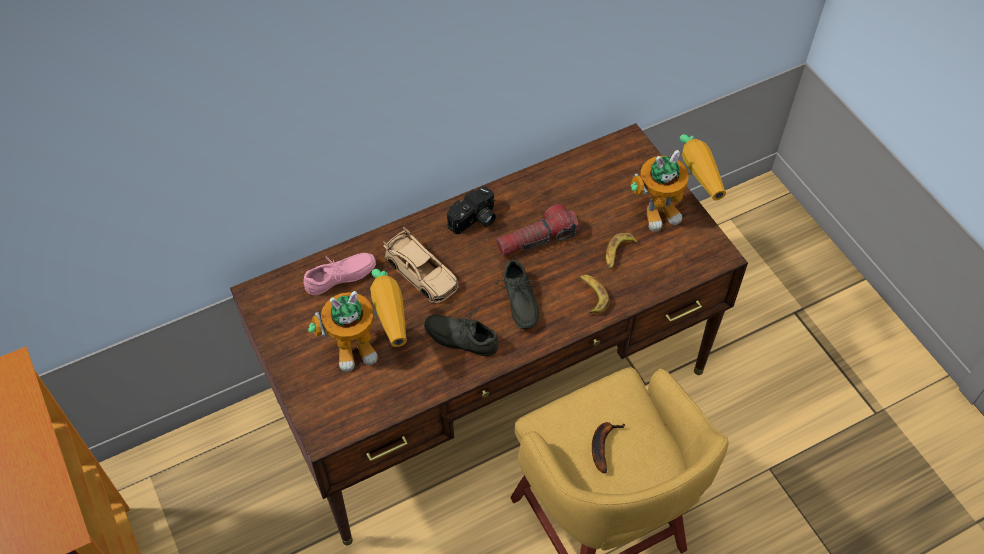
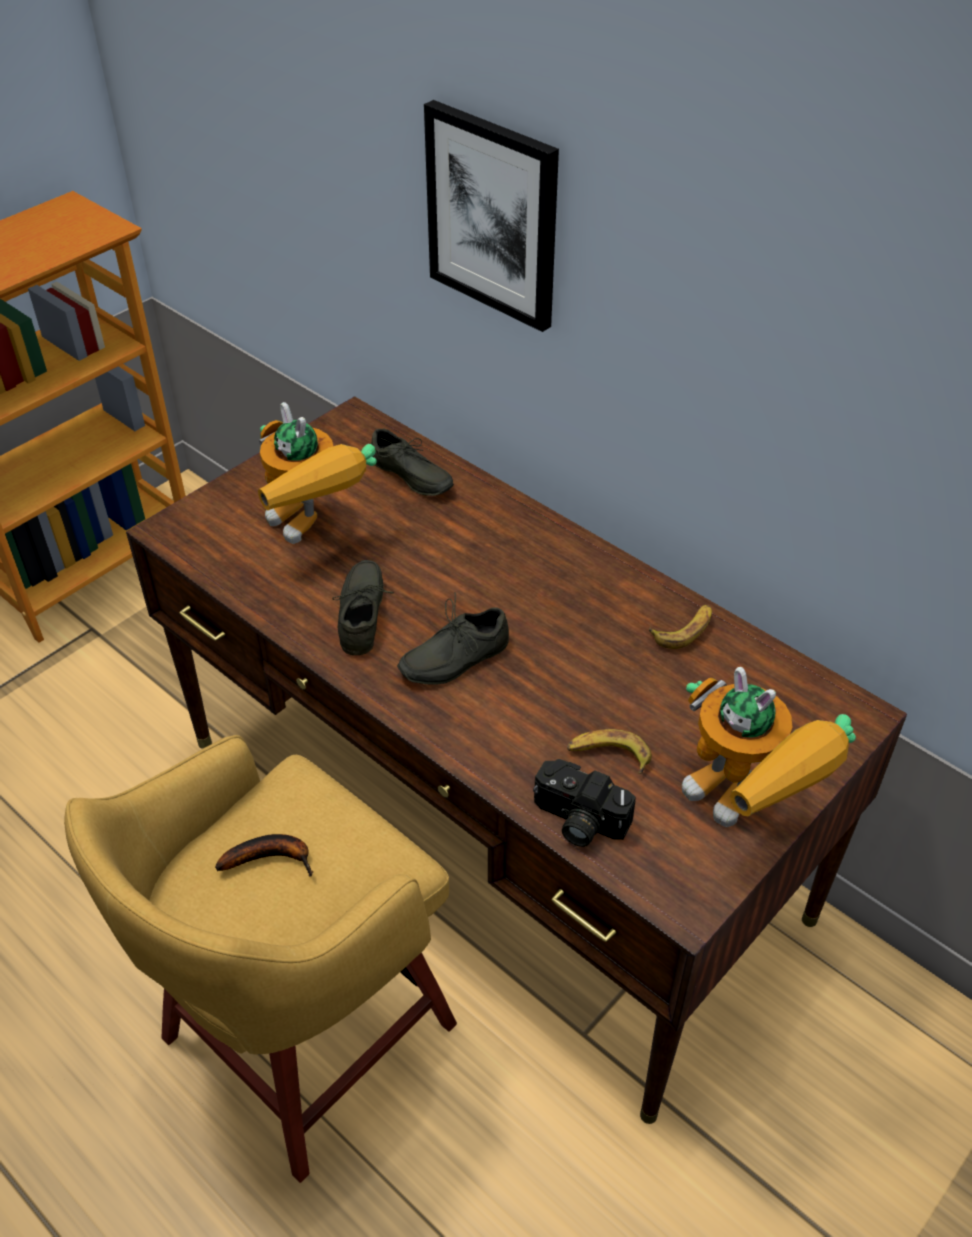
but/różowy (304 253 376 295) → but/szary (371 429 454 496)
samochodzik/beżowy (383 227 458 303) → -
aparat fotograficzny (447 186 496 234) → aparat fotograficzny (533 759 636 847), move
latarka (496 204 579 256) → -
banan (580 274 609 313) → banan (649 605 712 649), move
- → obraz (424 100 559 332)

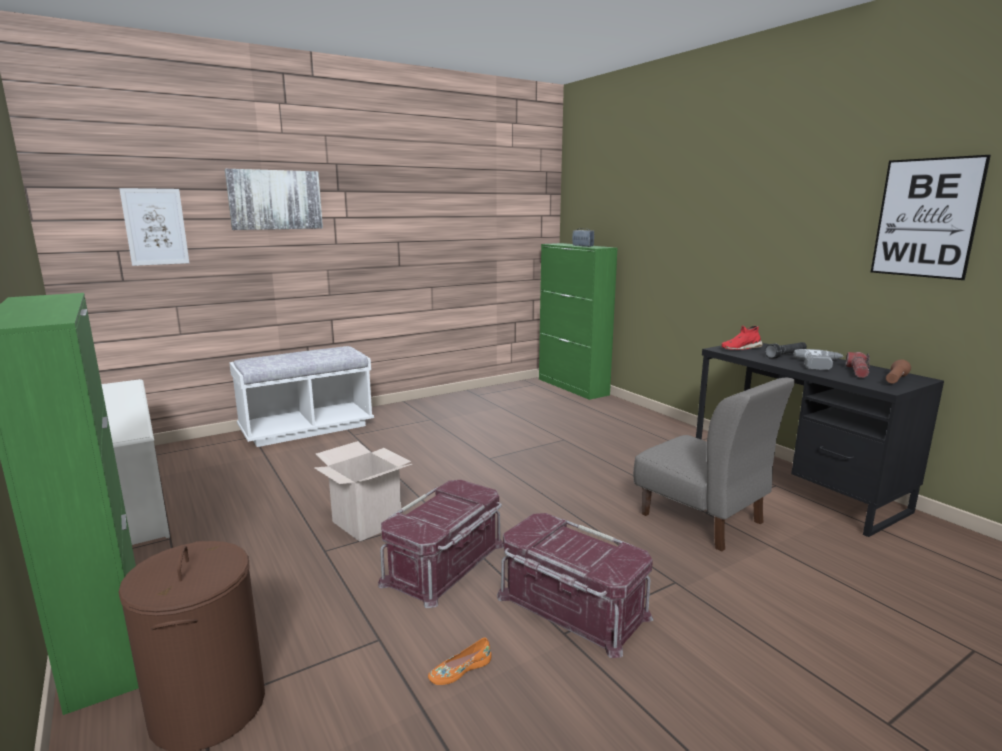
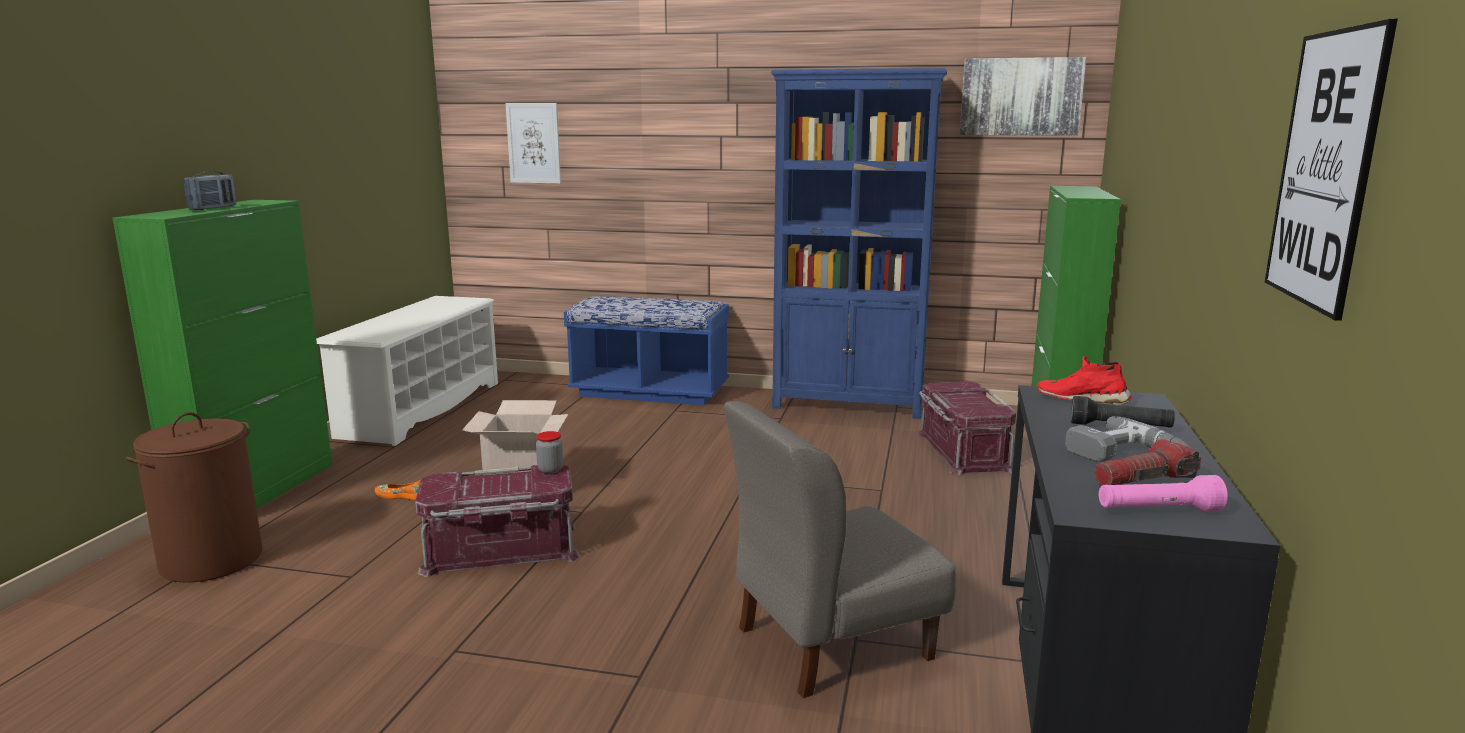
obraz (225 169 323 230) → obraz (960 57 1086 136), move
ławka/biały (229 346 374 447) → ławka/niebieski (564 296 729 405)
but/pomarańczowy (428 638 492 685) → but/pomarańczowy (375 480 420 500), move
pojemnik do przechowywania/czerwony (497 513 653 658) → pojemnik do przechowywania/czerwony (917 381 1016 475), move
radio (572 228 594 247) → radio (184 171 236 210), move
krzesło/szary (633 378 795 551) → krzesło/szary (724 401 956 698), 60 degrees clockwise
latarka/brązowy (886 359 911 384) → latarka/różowy (1099 475 1228 511)
- → słoik (536 431 563 473)
- → regał/niebieski (771 68 947 419)

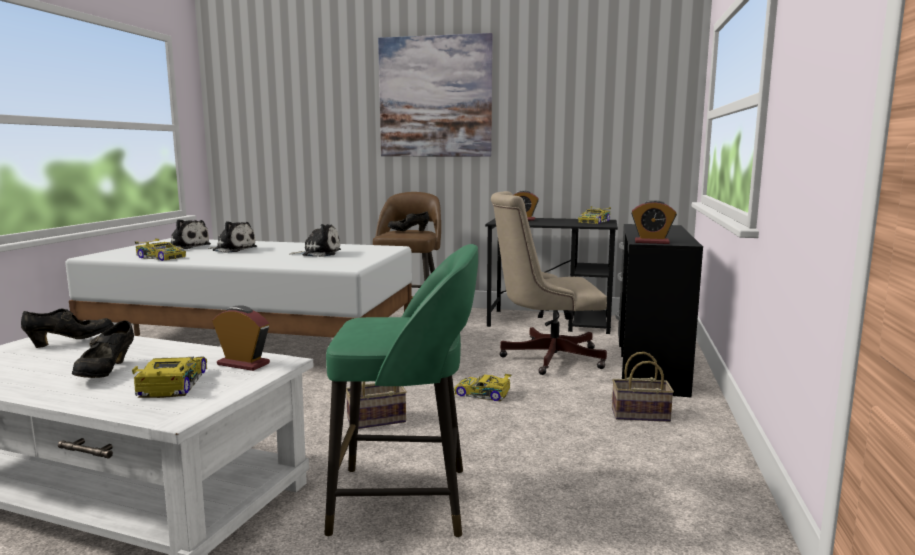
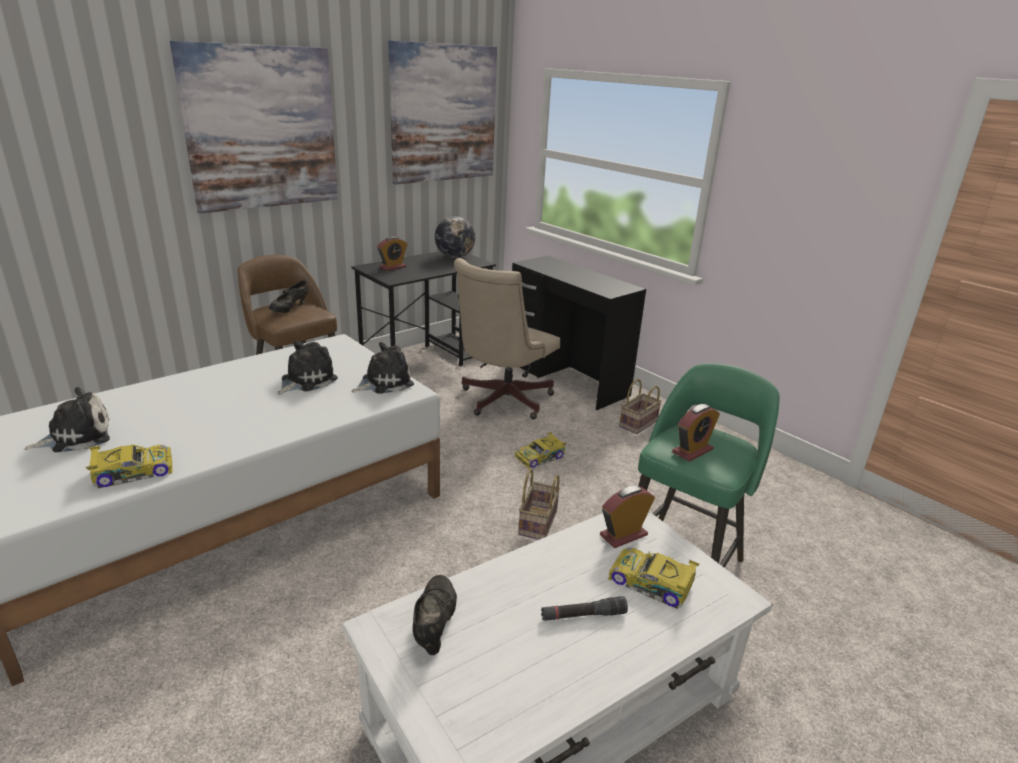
but/czarny (72 321 134 378) → latarka/czarny (541 596 628 621)
pluszak (208 221 257 253) → pluszak (351 342 414 394), move
samochodzik (578 206 611 224) → globus (435 216 475 258)
budzik (631 200 677 244) → budzik (672 404 720 462), move
- → obraz (388 40 497 185)

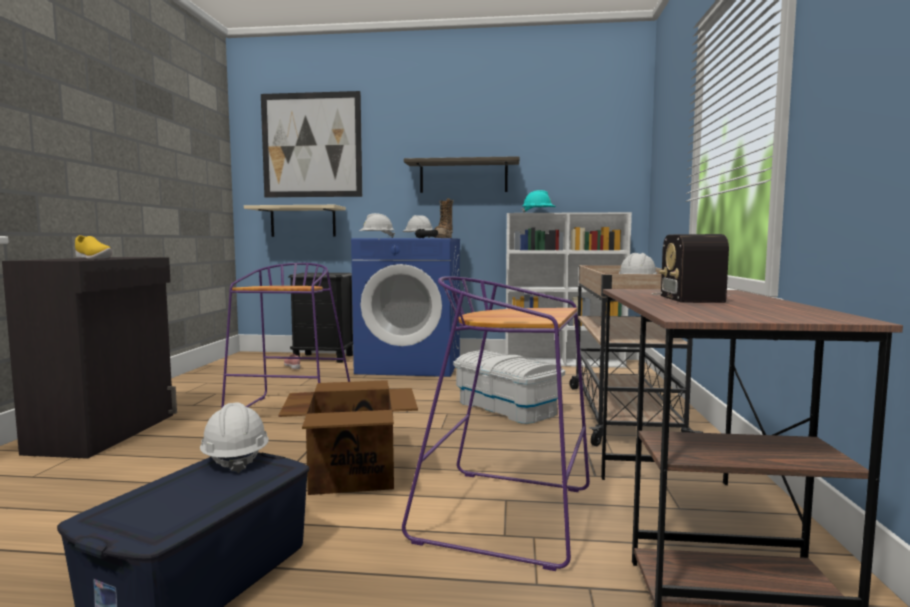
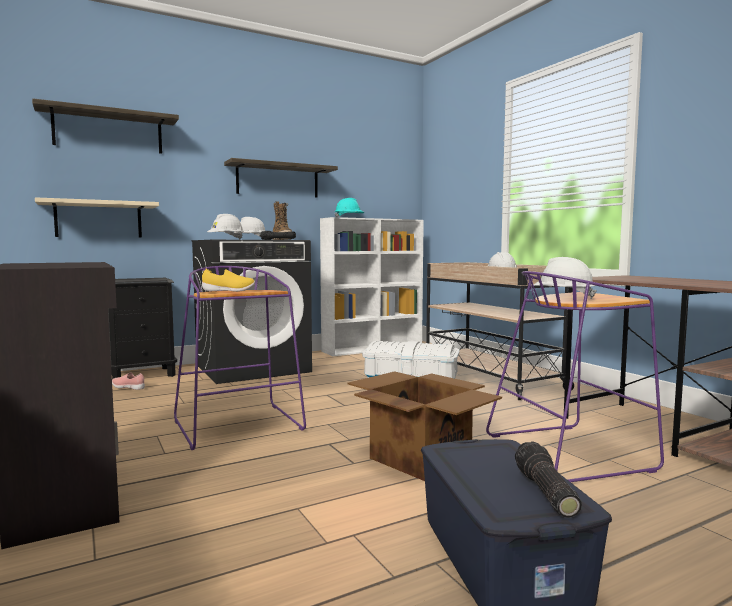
but/żółty (75 235 112 259) → but/żółty (202 269 255 292), move
kask/biały (200 402 269 473) → kask/biały (533 257 597 299), move
obraz (261 91 362 197) → półka (32 98 179 154)
pralka/niebieski (351 238 460 377) → pralka/czarny (192 240 312 384)
radio (651 234 730 303) → -
- → latarka (515 441 582 518)

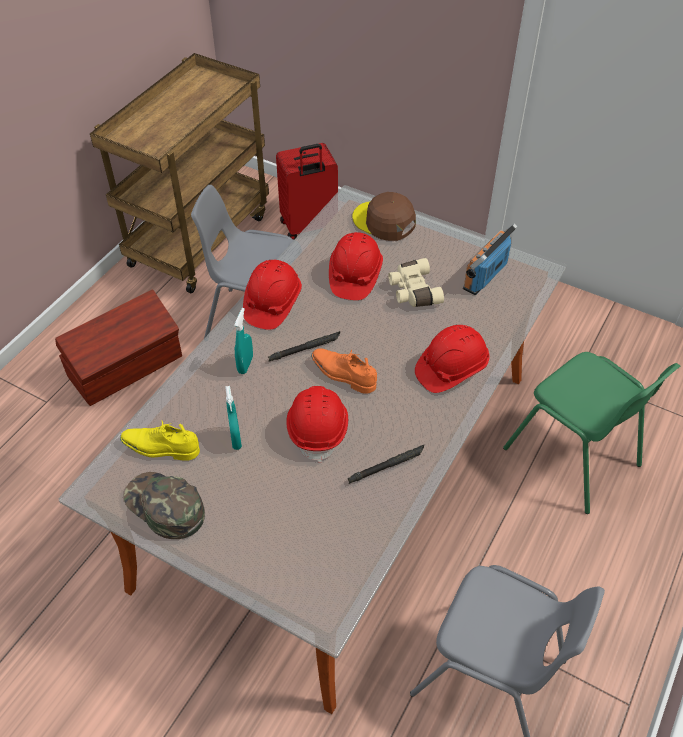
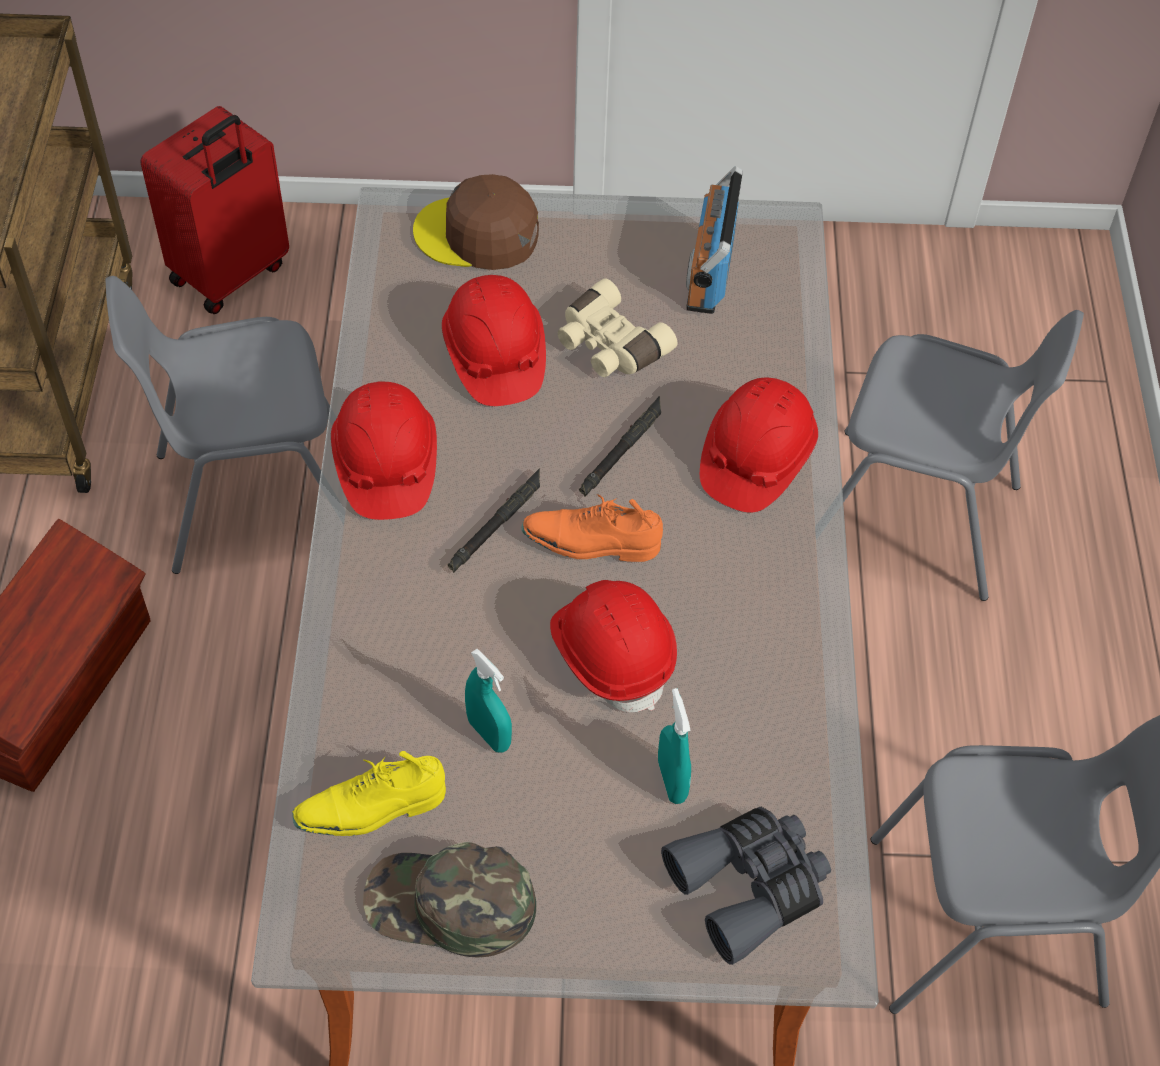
spryskiwacz/turkusowy (234 308 253 374) → spryskiwacz/turkusowy (658 688 691 804), move
latarka/czarny (348 445 424 484) → latarka/czarny (579 396 661 497), move
krzesło/zielony (503 352 680 514) → krzesło/szary (842 310 1084 601)
- → lornetka/szary (661 807 831 965)

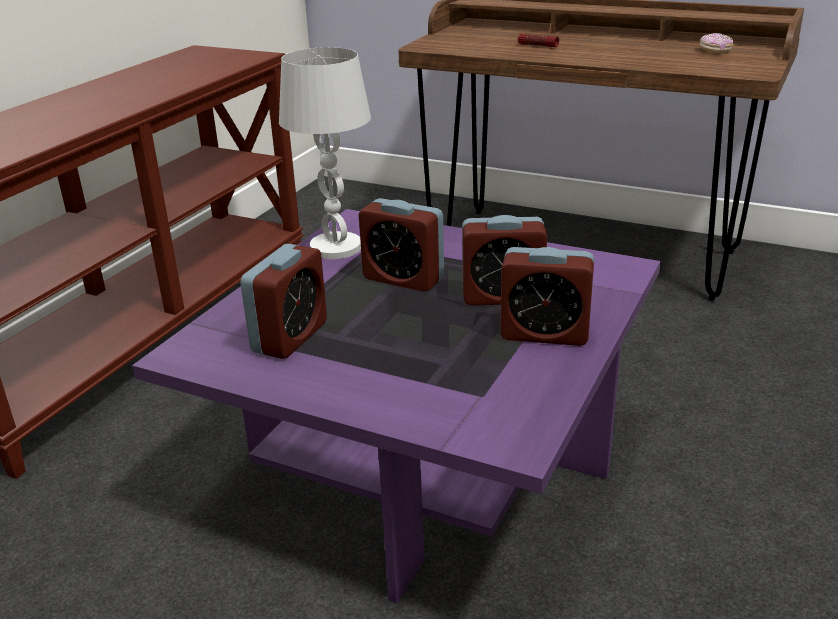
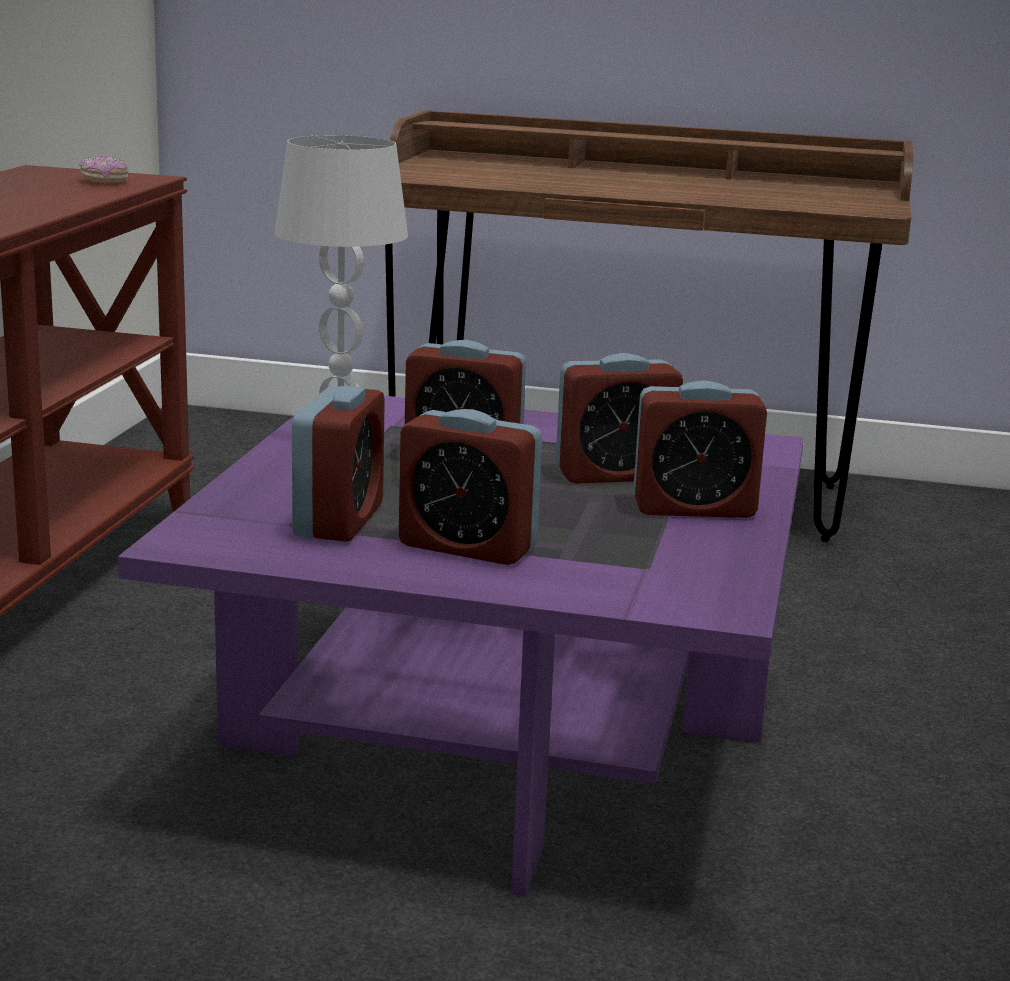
latarka (518 34 559 47) → -
donut (700 33 733 53) → donut (80 156 129 183), move
- → budzik (399 409 542 565)

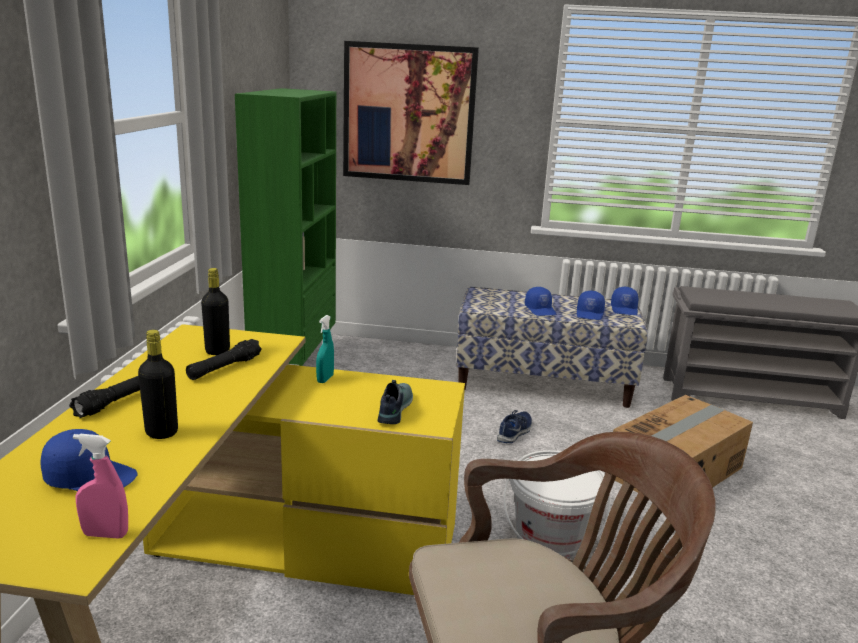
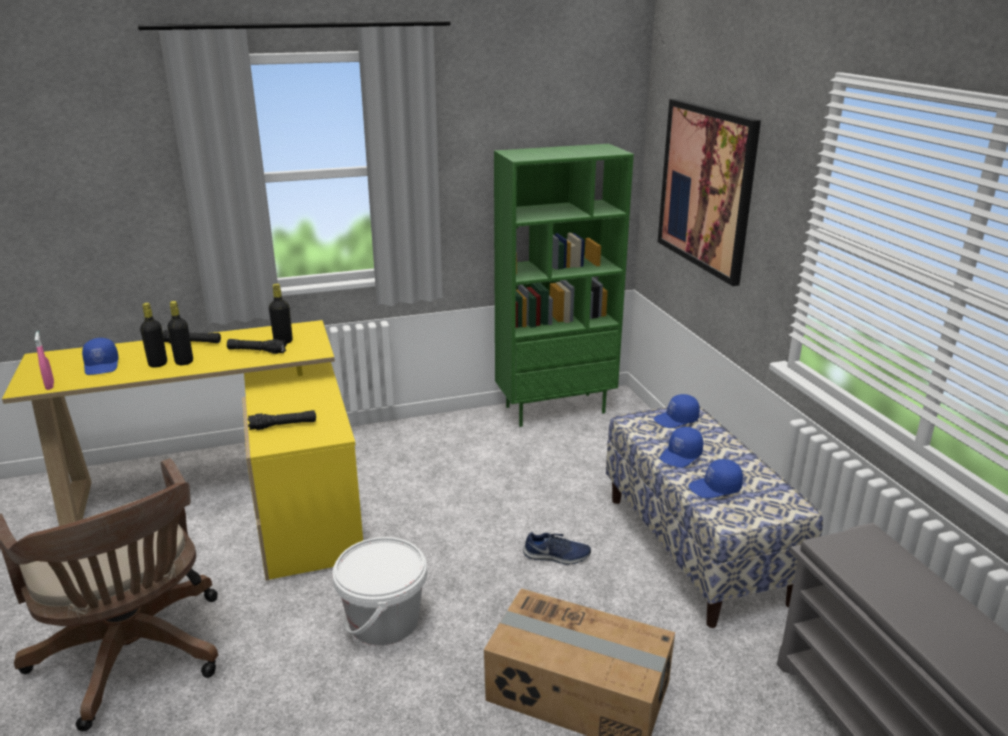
spryskiwacz/turkusowy (316 315 334 383) → -
but (377 380 413 424) → latarka/czarny (248 410 316 430)
czapka z daszkiem/niebieski (611 287 638 315) → czapka z daszkiem/niebieski (654 394 700 428), move
- → butelka/czarny (167 301 193 365)

